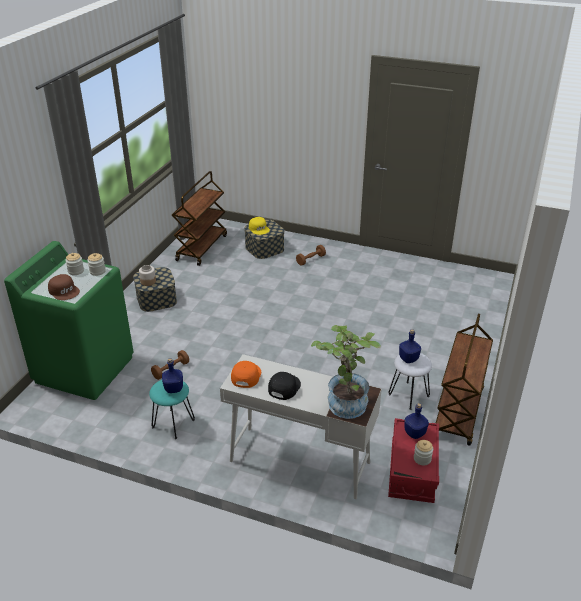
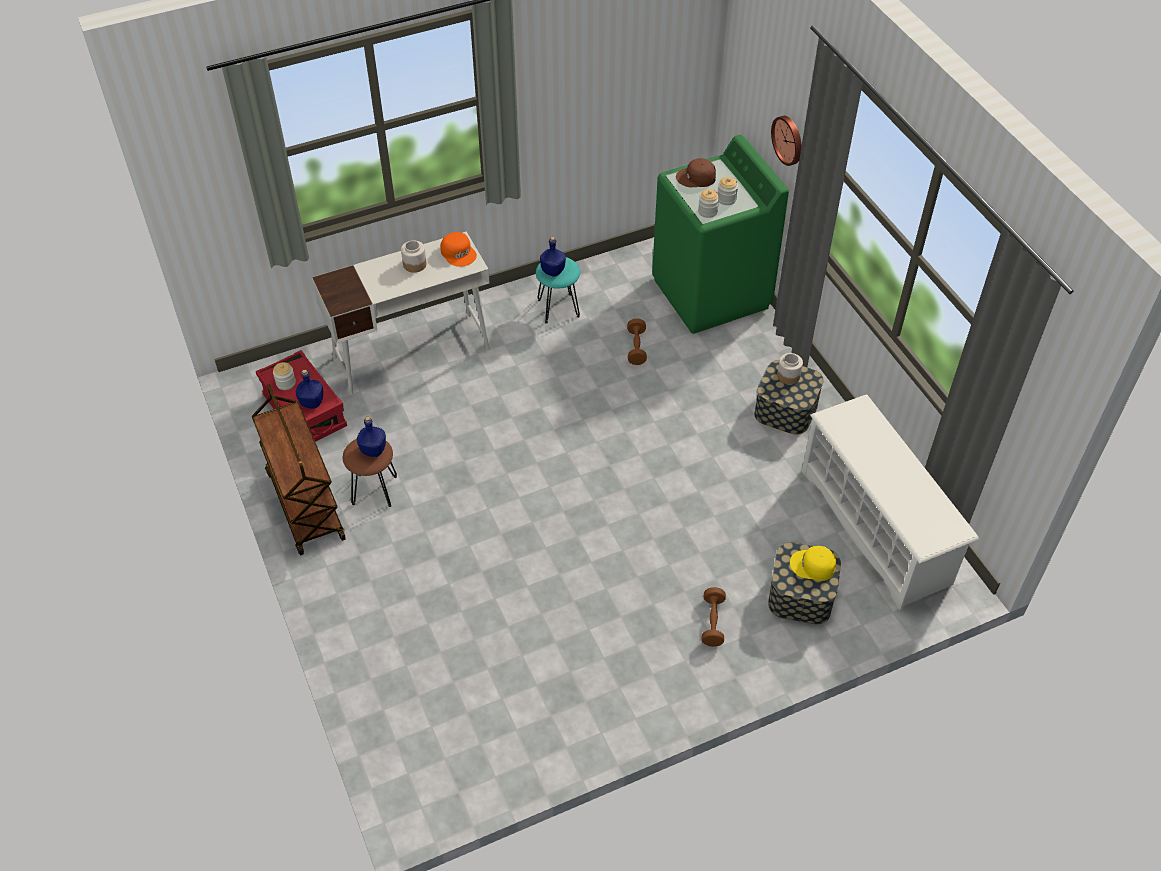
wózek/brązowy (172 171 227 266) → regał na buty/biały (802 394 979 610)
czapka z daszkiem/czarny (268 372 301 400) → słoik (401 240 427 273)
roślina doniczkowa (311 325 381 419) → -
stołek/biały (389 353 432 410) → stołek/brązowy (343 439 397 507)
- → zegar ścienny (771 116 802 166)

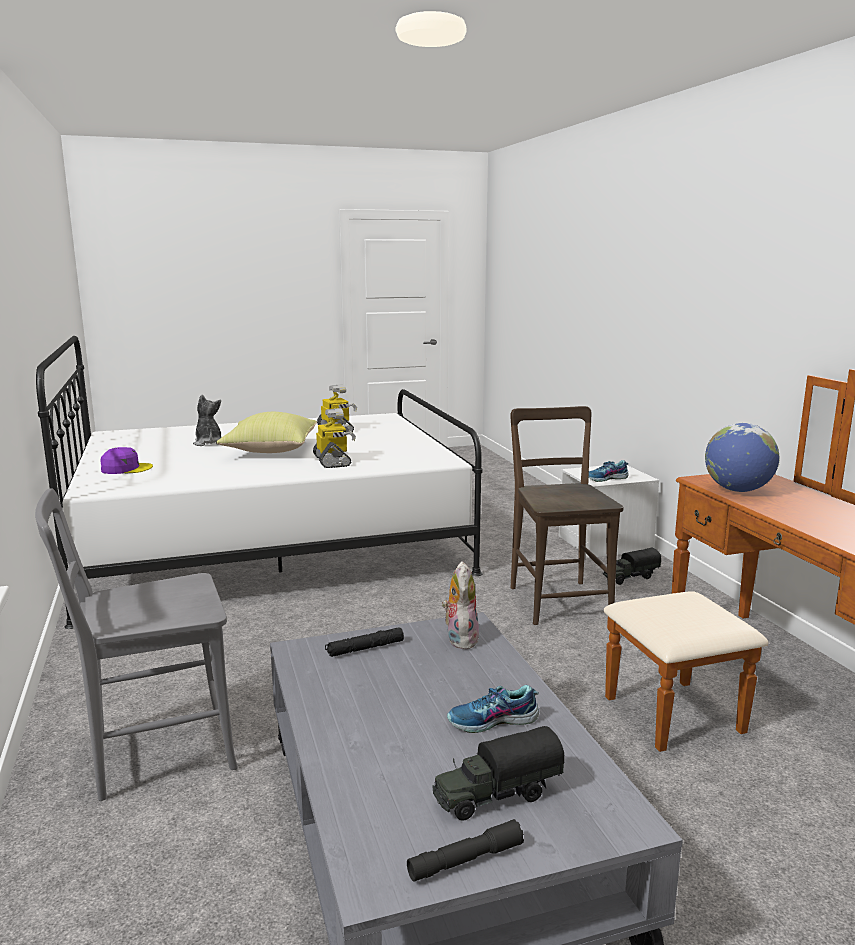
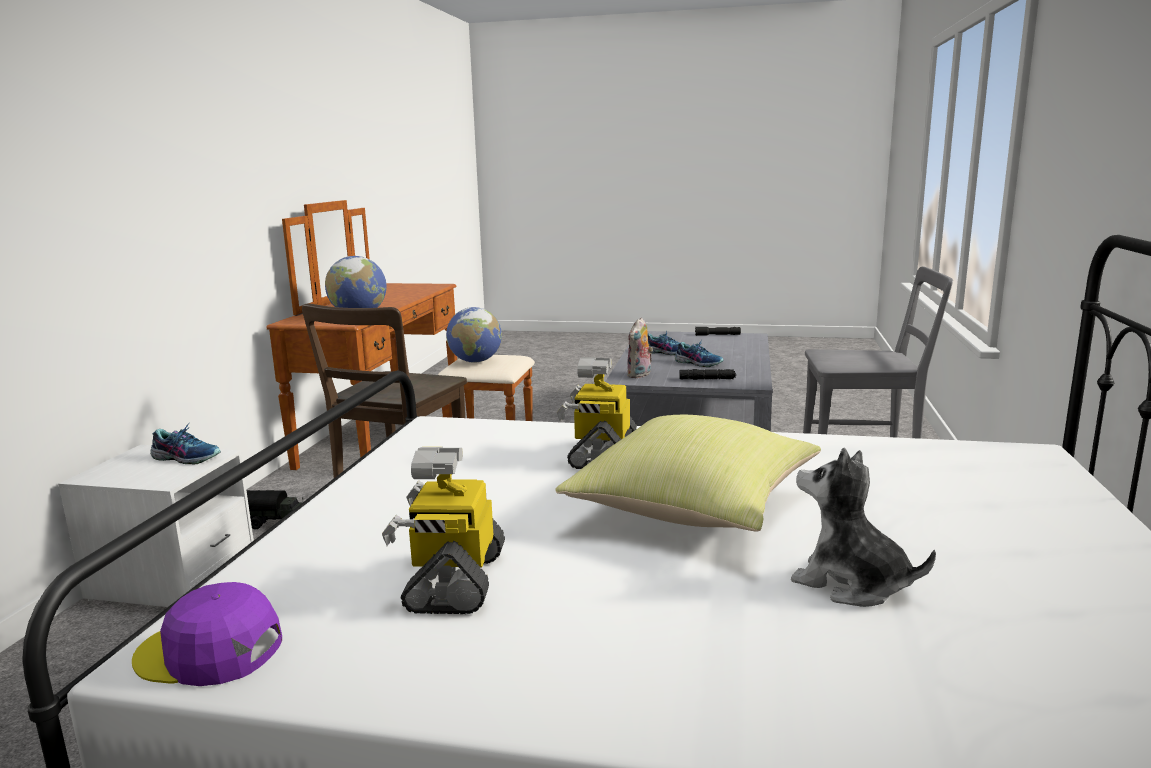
czapka z daszkiem/fioletowy (100 447 153 474) → czapka z daszkiem/fioletowy (132 582 282 686), move
pluszak (193 394 222 446) → pluszak (791 448 936 607), 120 degrees clockwise
ciężarówka zabawkowa (433 726 565 820) → -
- → globus (446 307 502 363)
- → but (675 340 723 367)

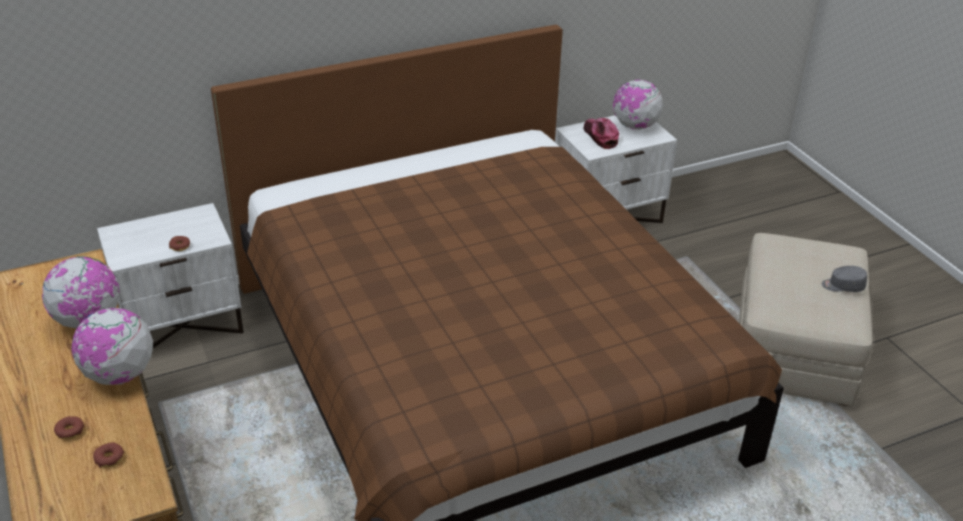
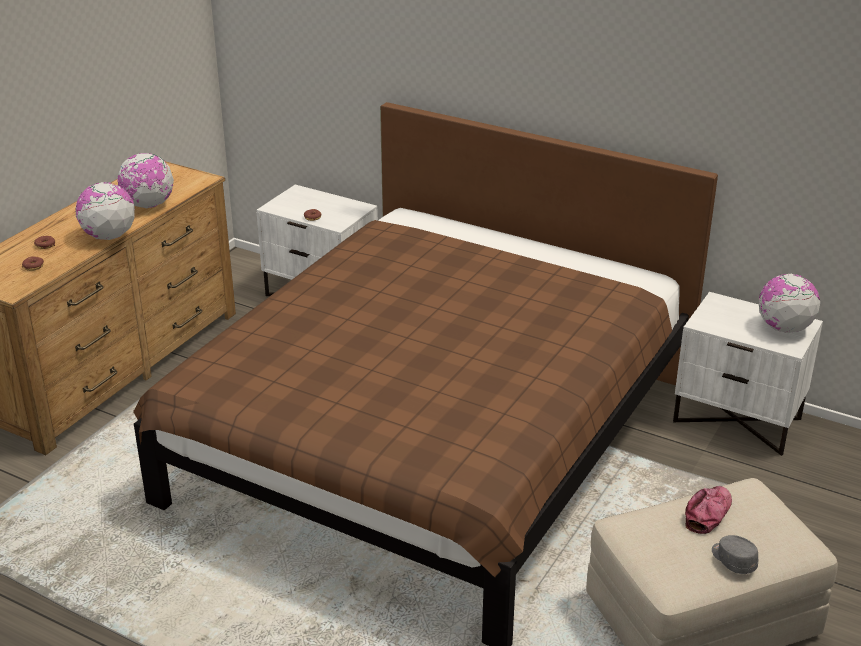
czapka z daszkiem (584 118 619 149) → czapka z daszkiem (685 486 732 534), move

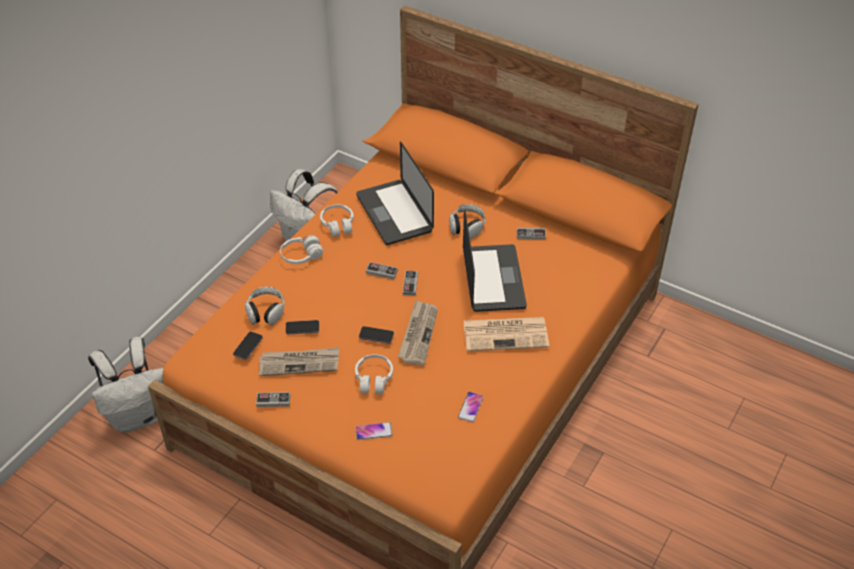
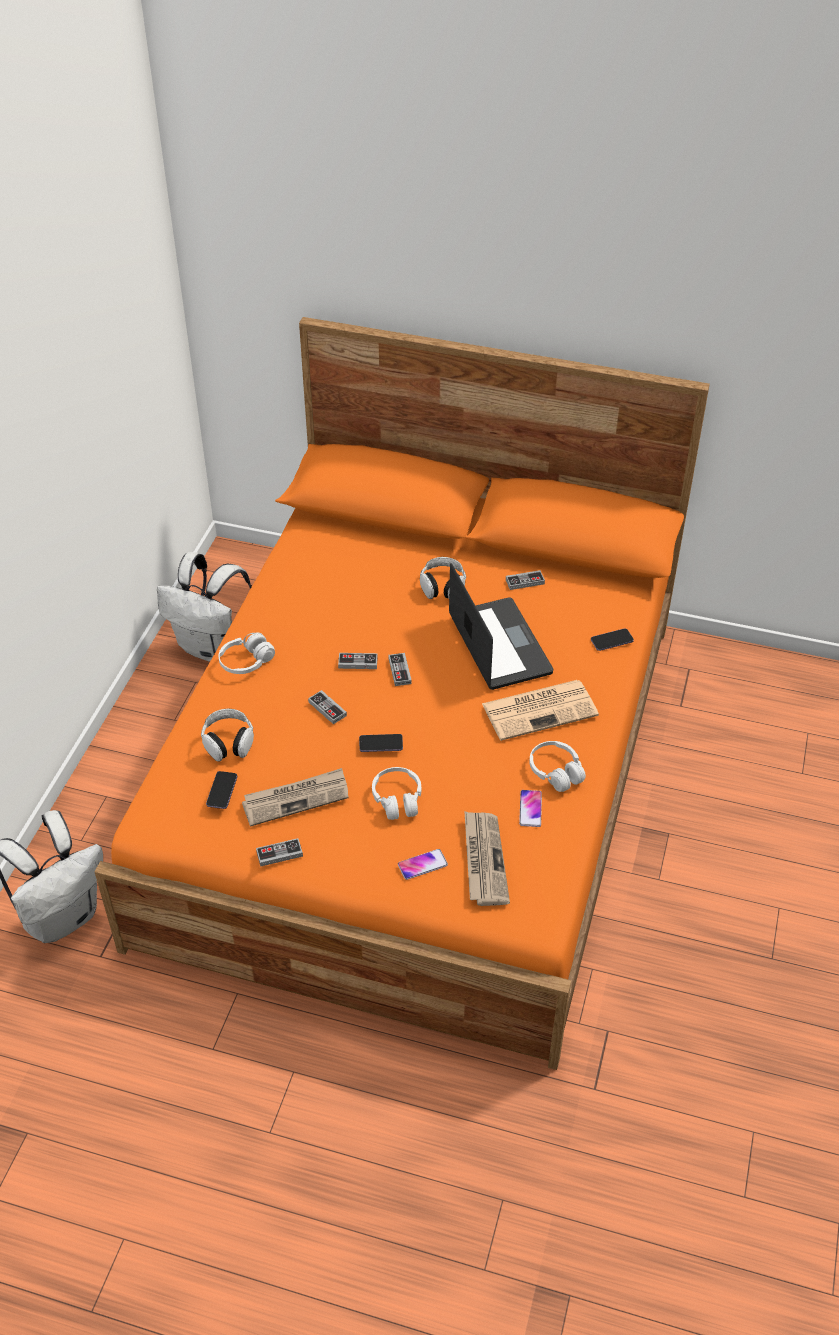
telefon (286 320 319 334) → telefon (591 628 634 651), move
słuchawki/biały (320 204 354 237) → słuchawki/biały (529 741 586 792), move
laptop (356 142 434 245) → -
gazeta (398 300 438 365) → gazeta (464 811 510 906), move
- → pad do gier (308 690 347 724)

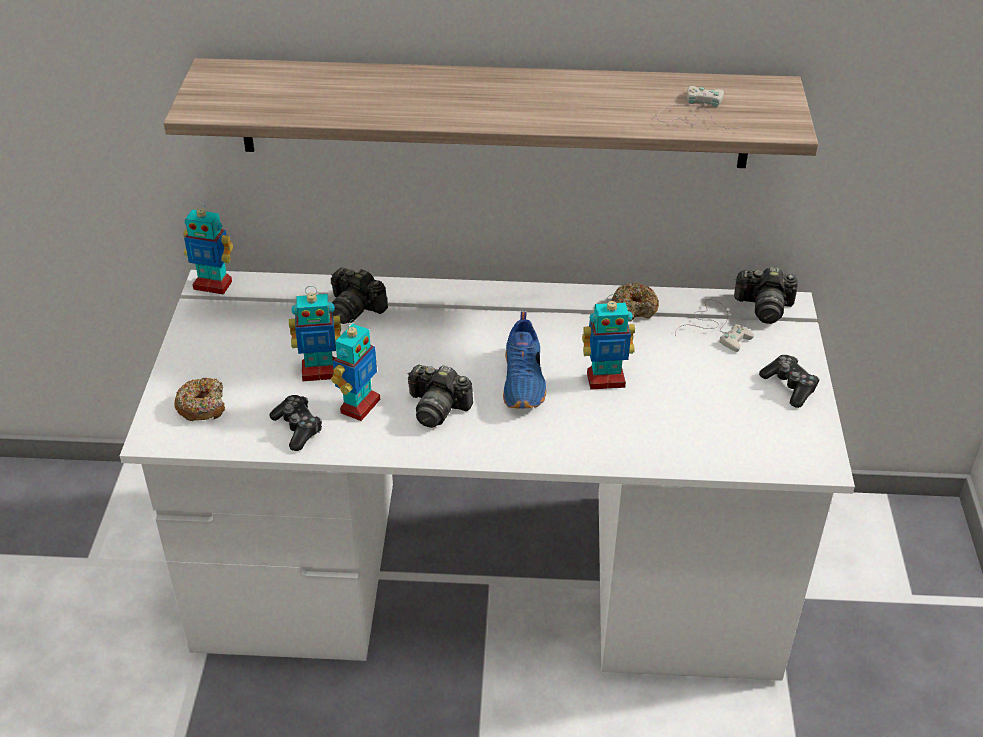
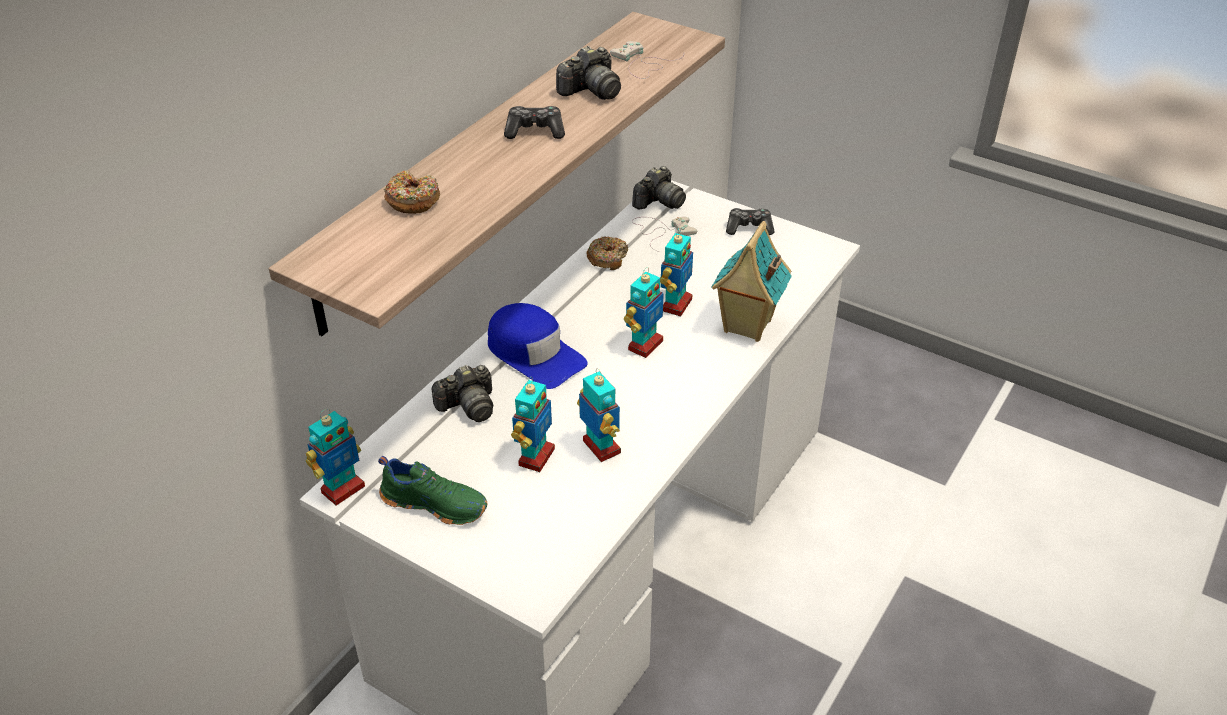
donut (174 378 225 421) → donut (384 170 440 214), move
pad do gier (269 395 322 451) → pad do gier (504 106 565 139), move
aparat fotograficzny (407 365 473 428) → aparat fotograficzny (556 46 621 100), move
but/niebieski (503 312 546 408) → robot zabawkowy (624 267 664 358)
- → but/zielony (378 456 488 525)
- → czapka z daszkiem/niebieski (488 303 588 389)
- → domek (711 221 792 342)

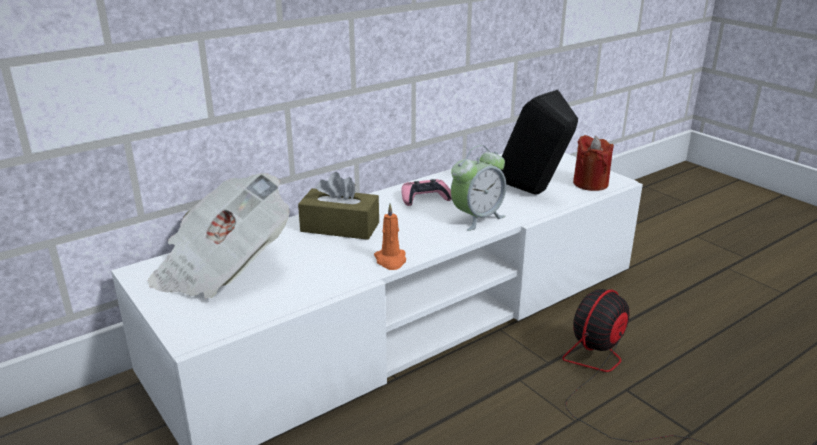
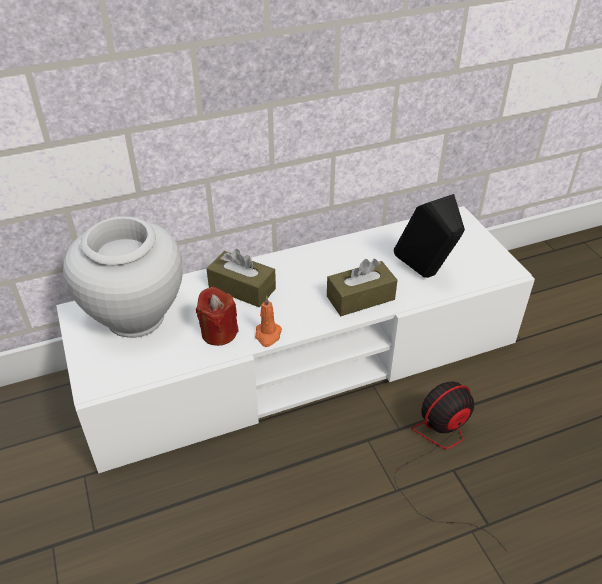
gazeta (148 173 290 298) → wazon/biały (63 216 183 338)
pad do gier/różowy (402 179 452 206) → -
budzik (451 145 506 231) → pudełko chusteczek/brązowy (327 259 397 316)
świeca/czerwony (573 135 614 191) → świeca/czerwony (196 287 239 346), move

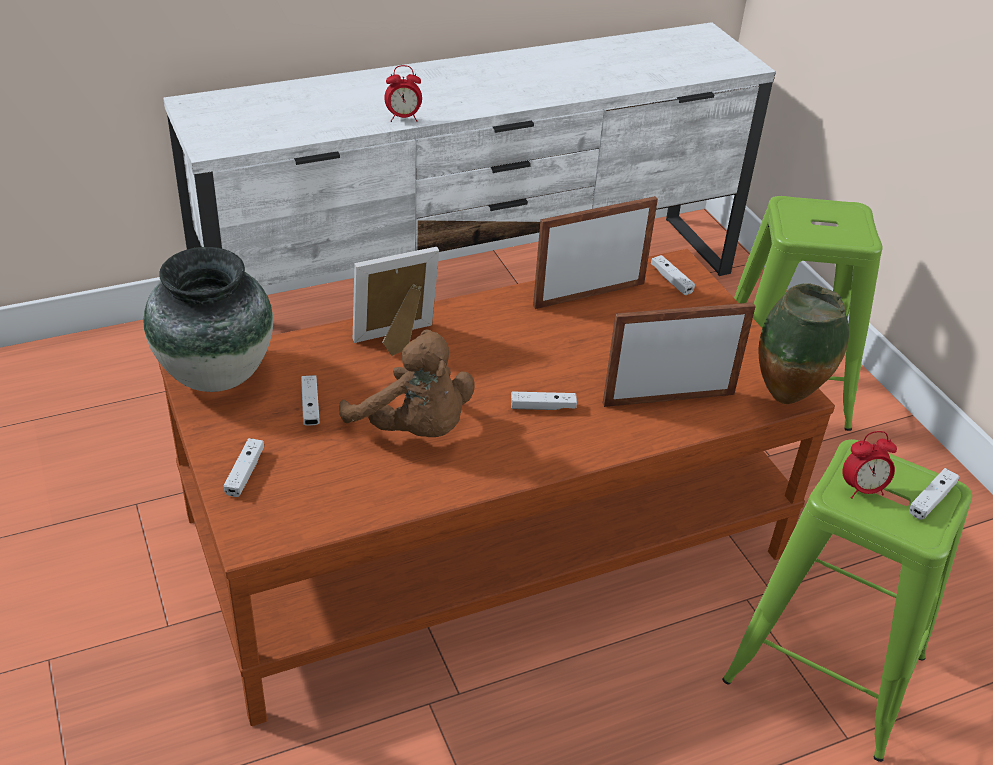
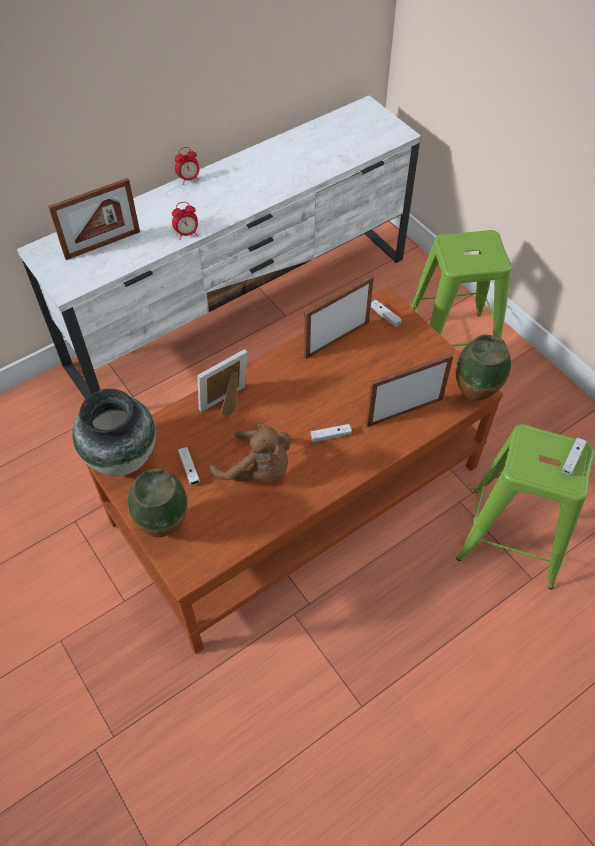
pad do gier/biały (223 438 265 497) → wazon (128 469 188 537)
budzik (842 431 897 499) → budzik (175 147 199 183), move
- → ramka na zdjęcie (48 178 140 260)

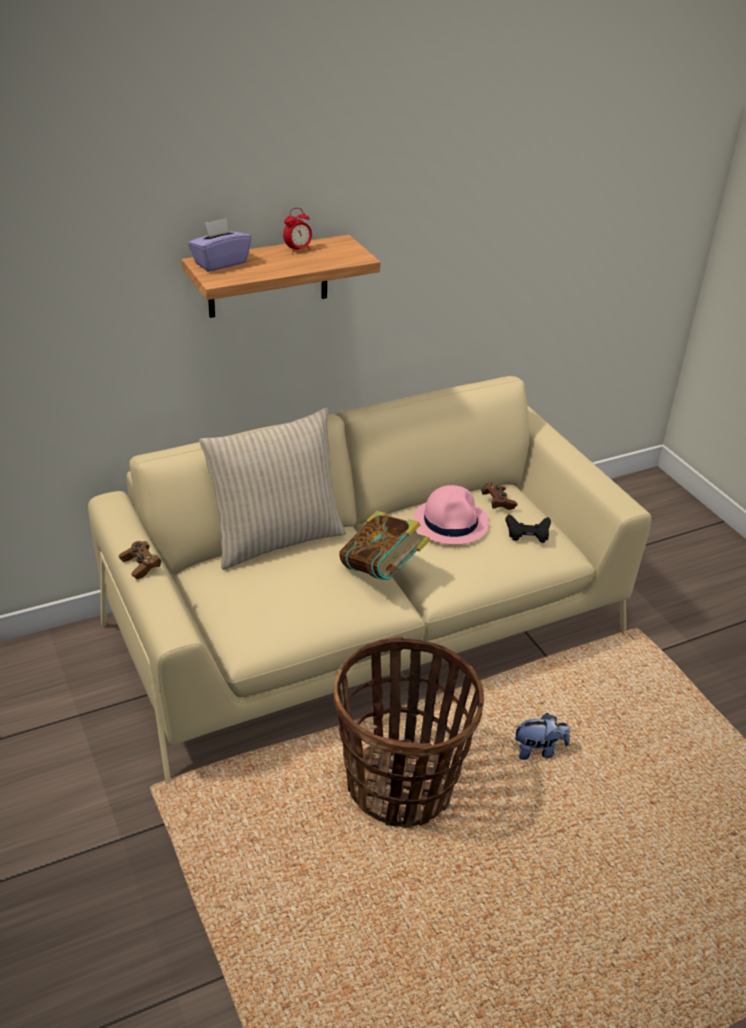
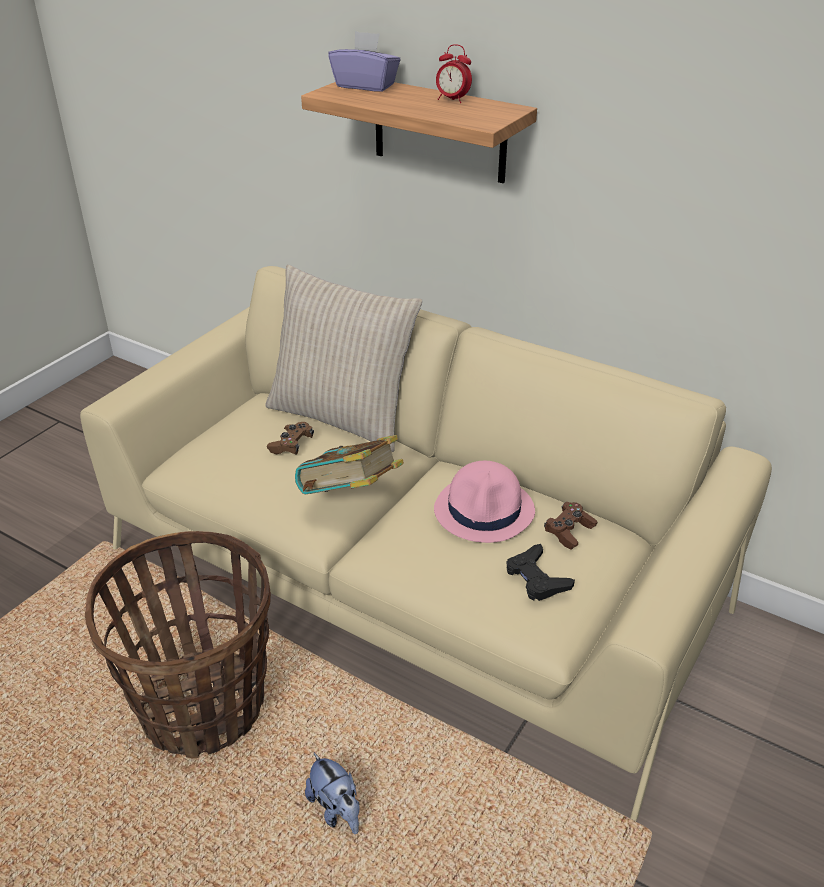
pad do gier/brązowy (119 541 161 579) → pad do gier/brązowy (267 422 314 455), move

